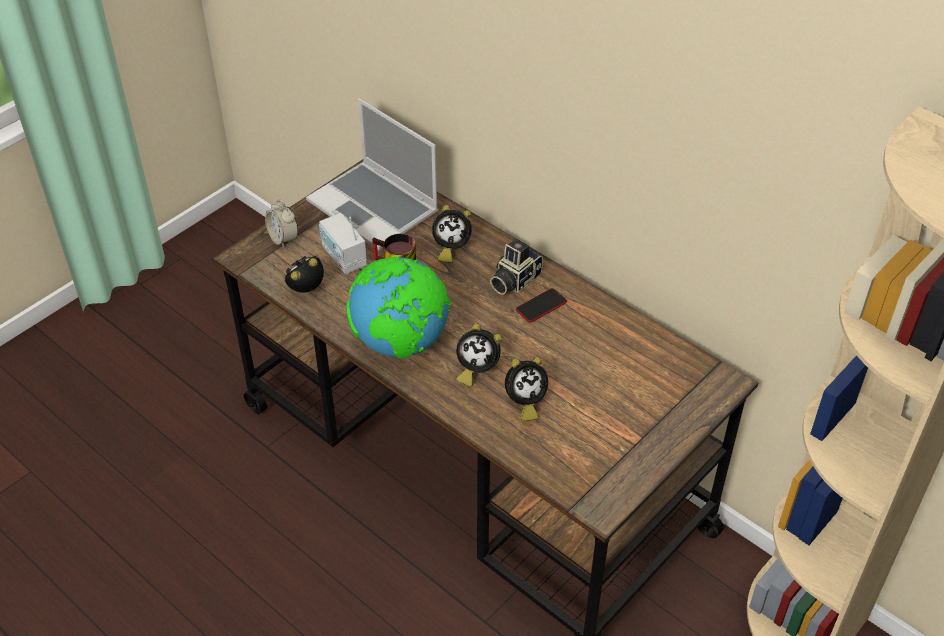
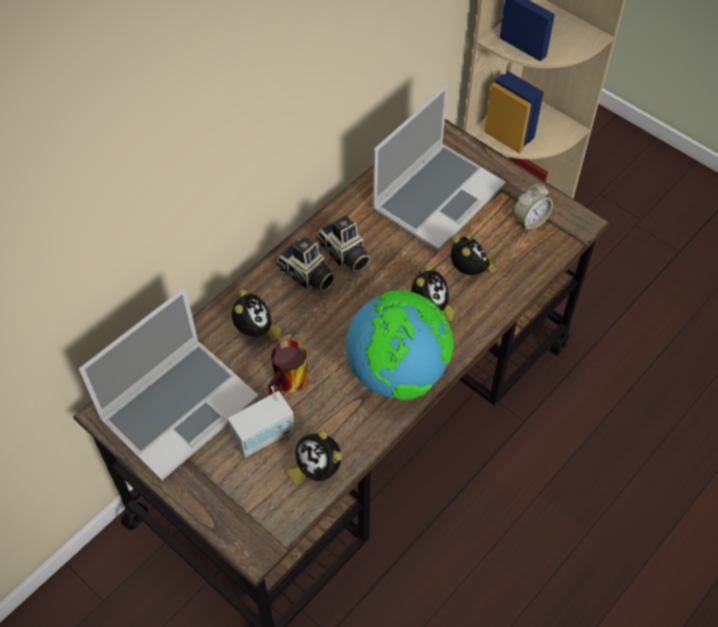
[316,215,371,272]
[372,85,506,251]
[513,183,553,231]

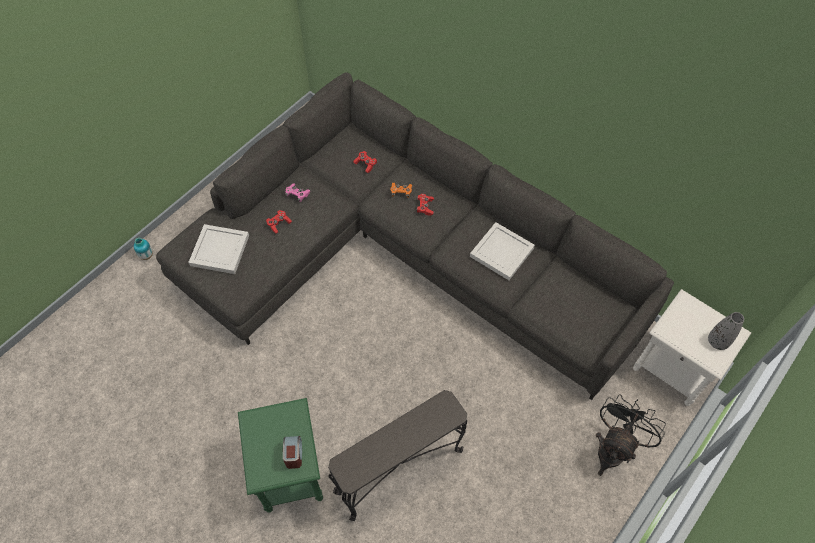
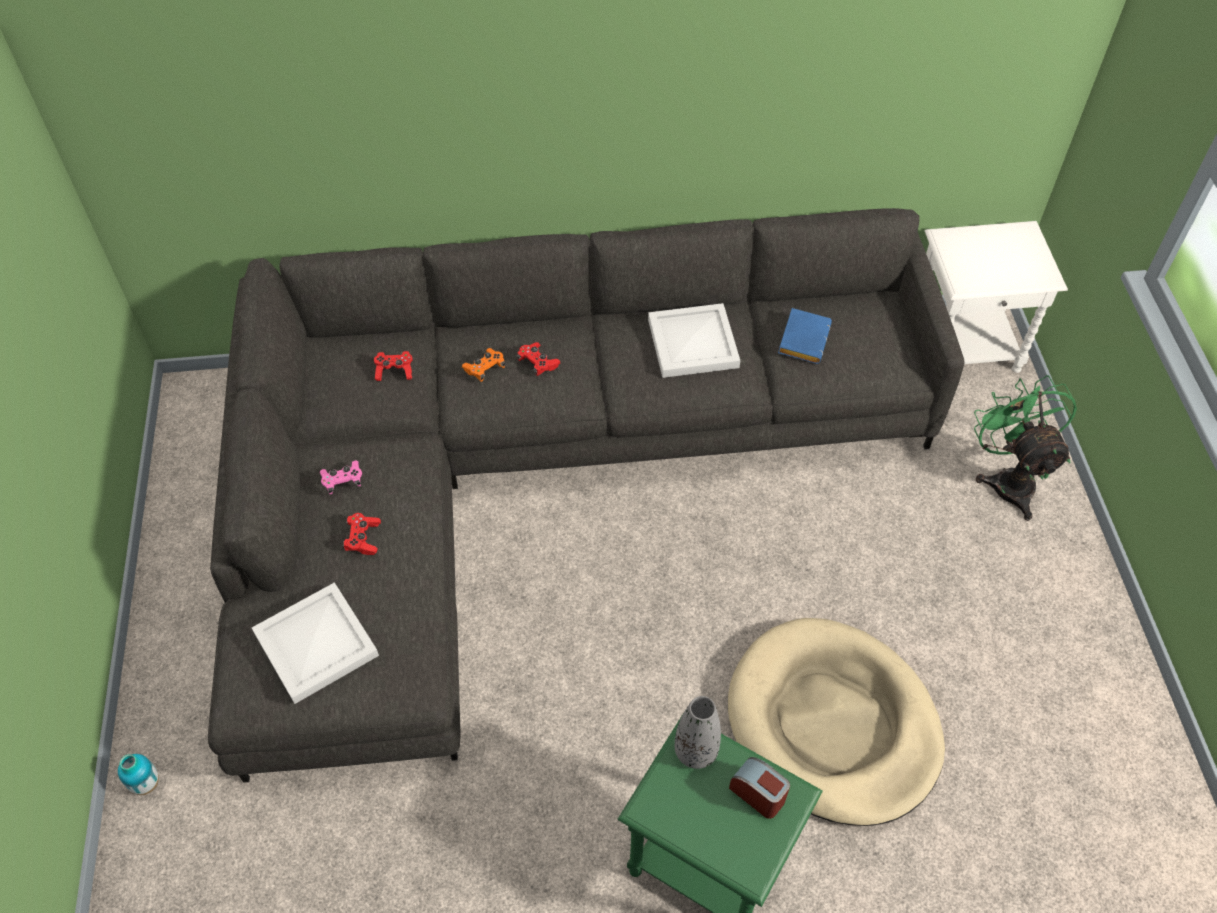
[675,696,721,769]
[728,618,945,826]
[778,308,832,364]
[974,375,1077,521]

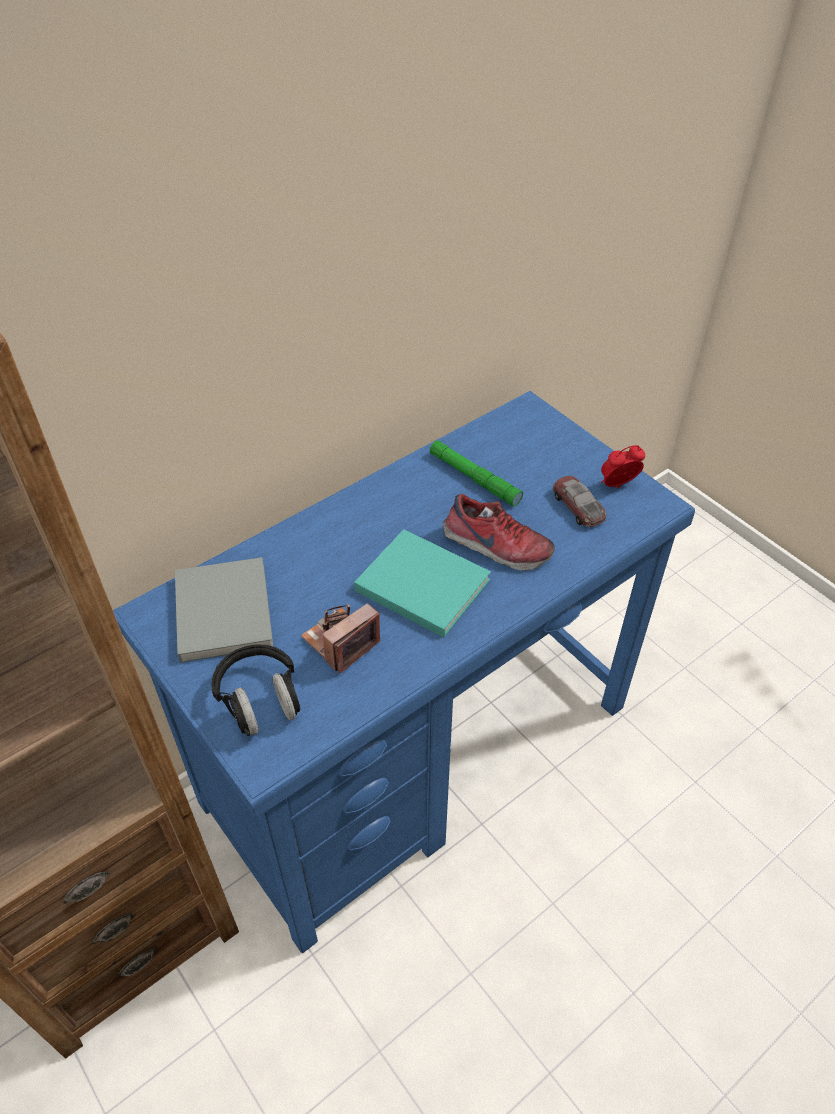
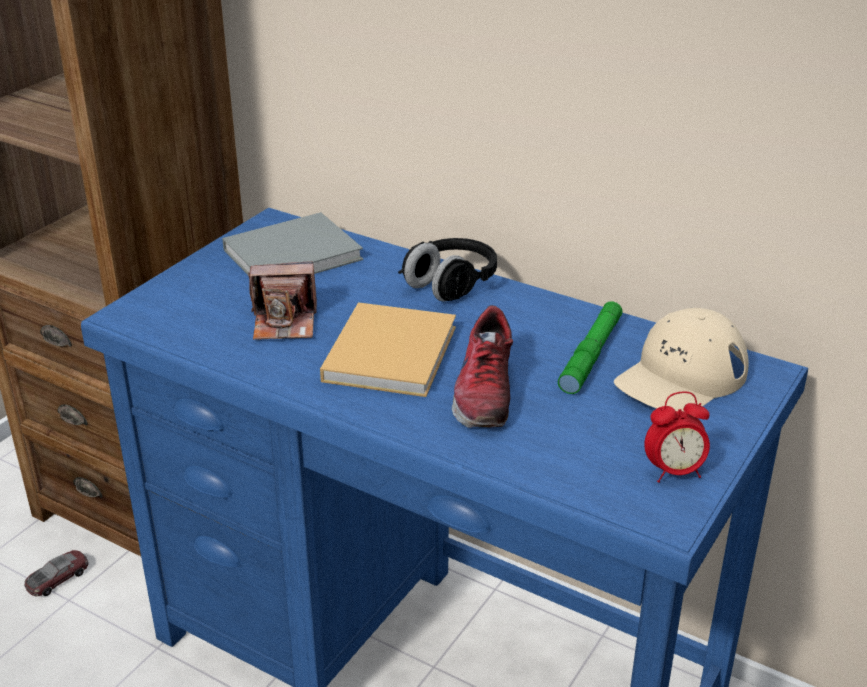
[24,550,89,597]
[248,261,317,340]
[320,302,456,397]
[398,238,497,302]
[614,307,749,412]
[644,392,710,483]

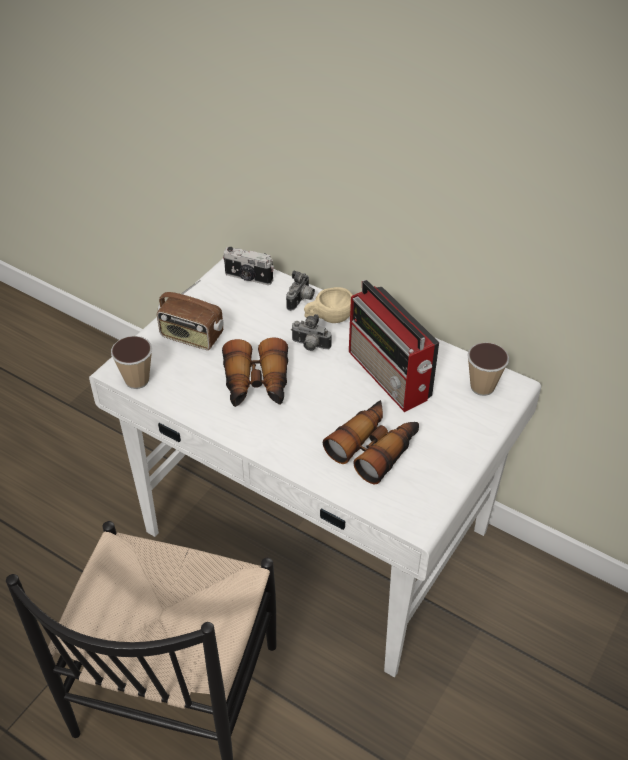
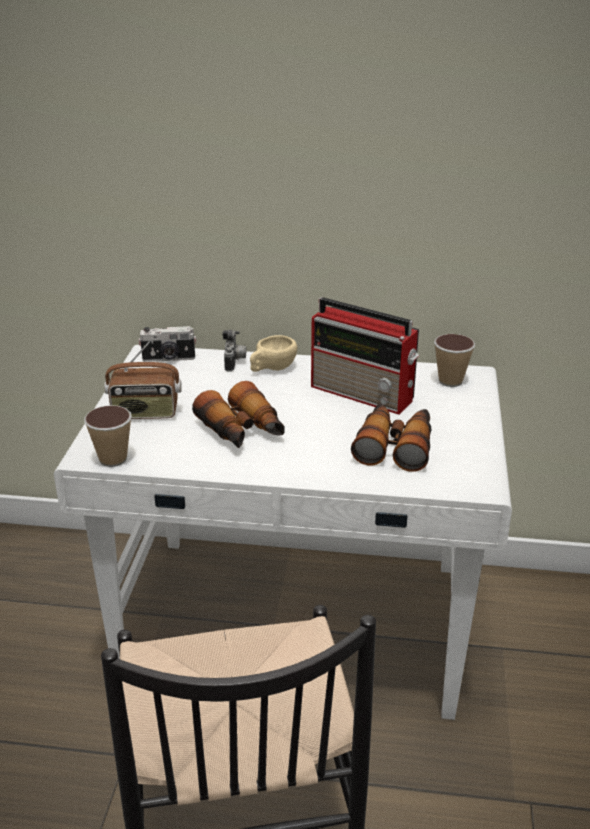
[291,314,332,351] (first image)

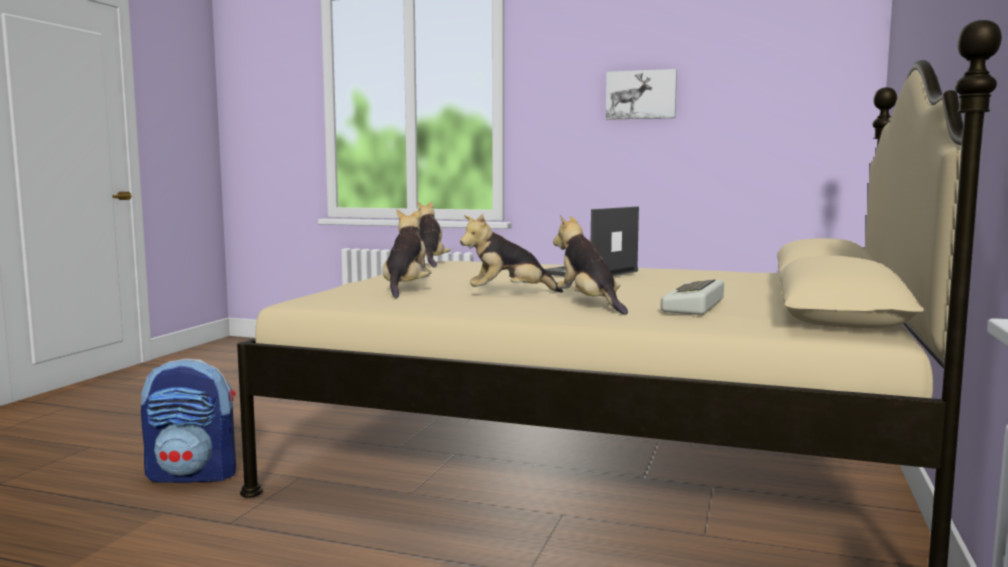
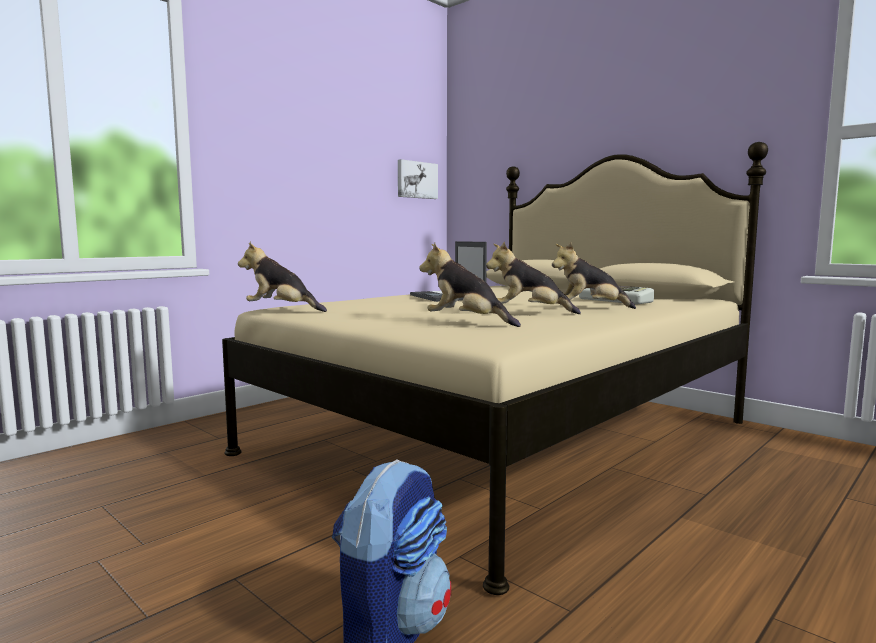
[398,159,438,199]
[486,242,581,314]

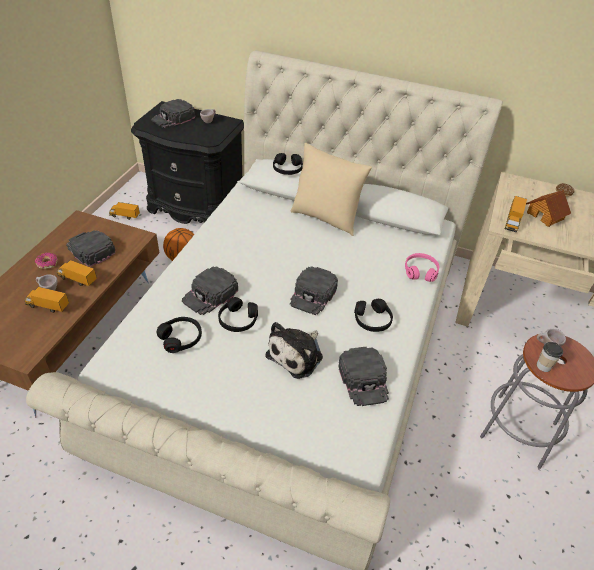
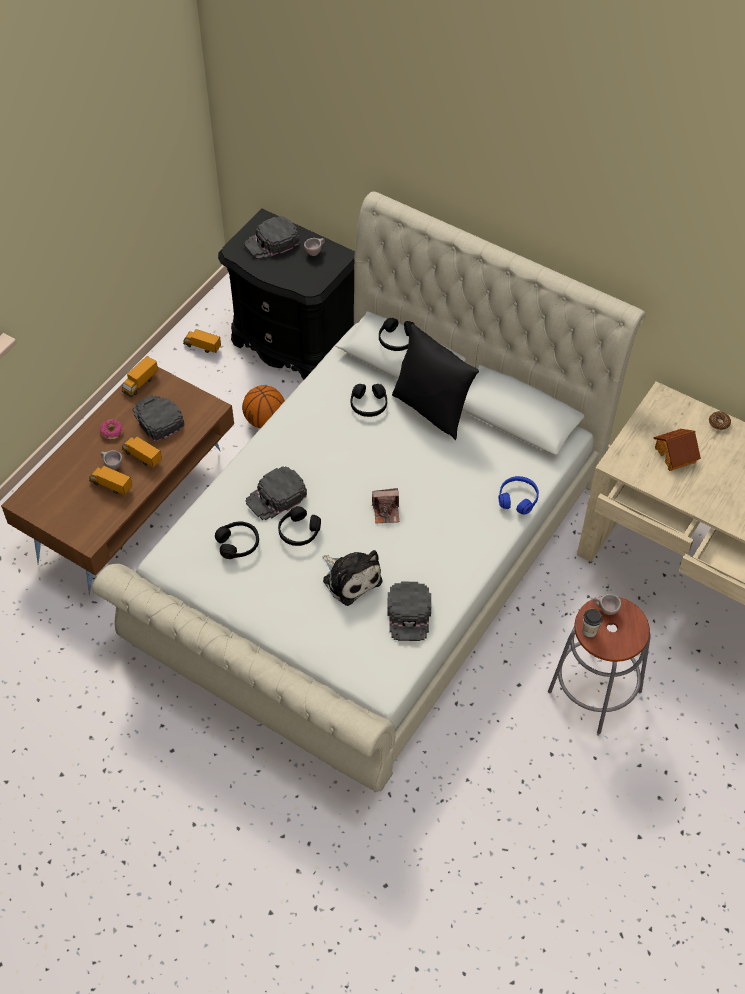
[122,356,158,397]
[322,550,383,606]
[351,384,387,417]
[372,488,399,524]
[392,324,479,440]
[499,476,539,514]

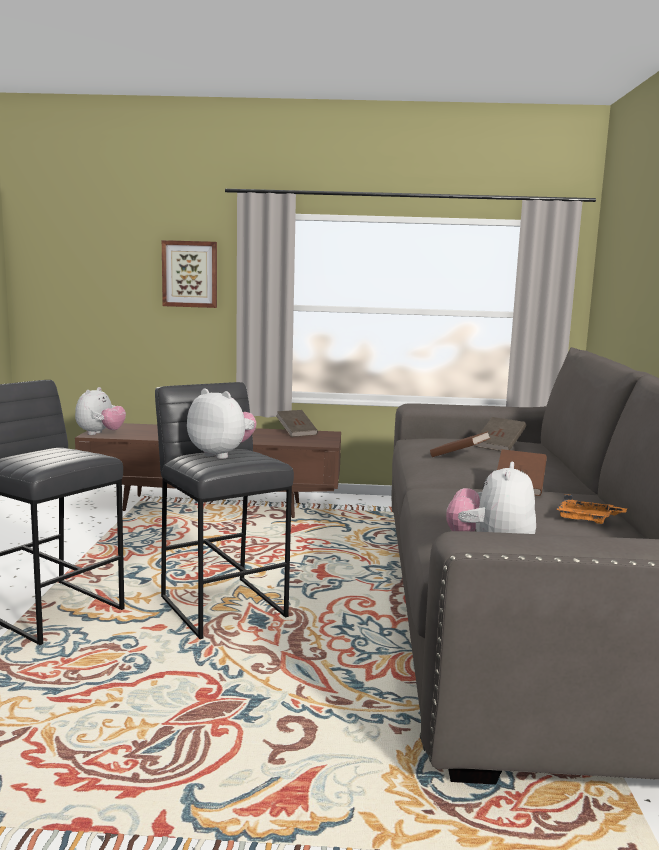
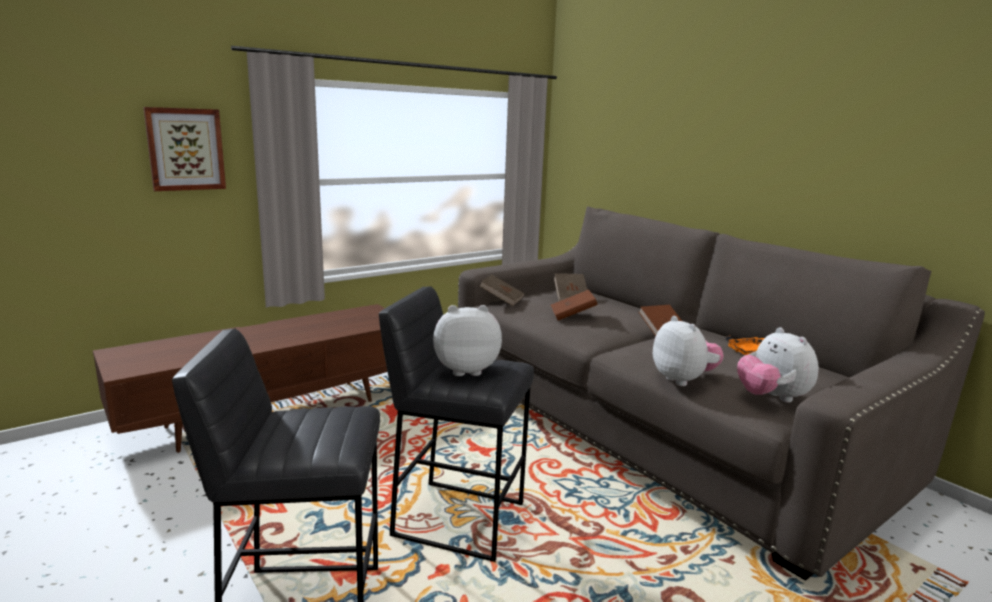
[480,275,524,306]
[653,316,724,386]

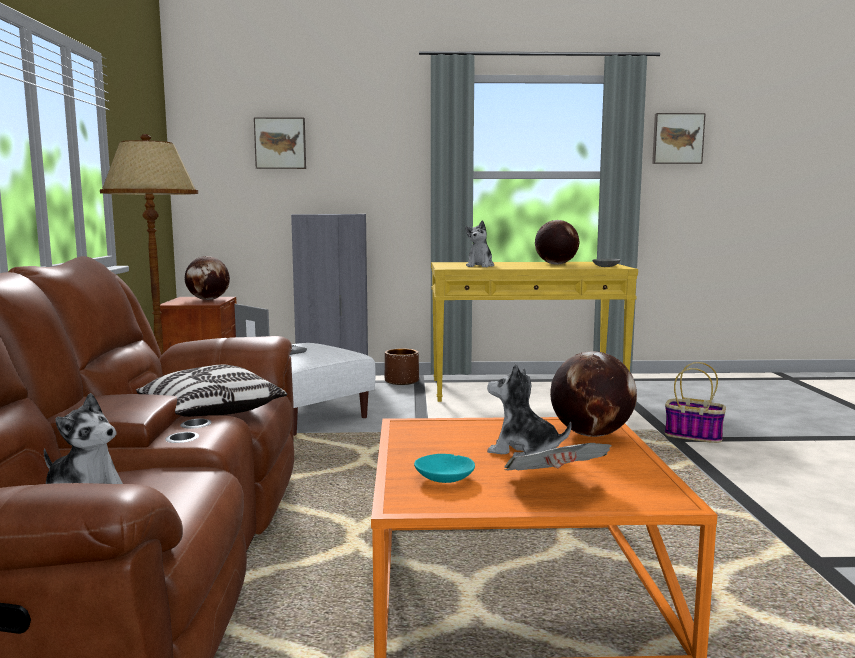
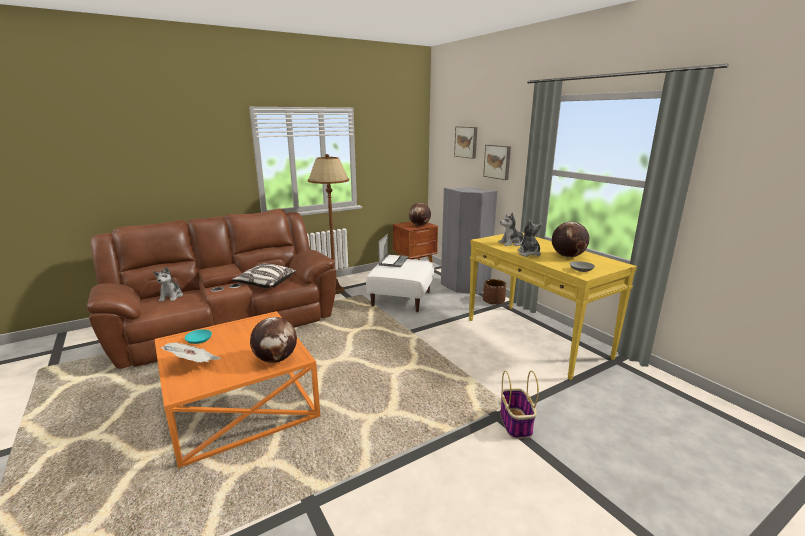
[483,145,511,180]
[518,219,542,257]

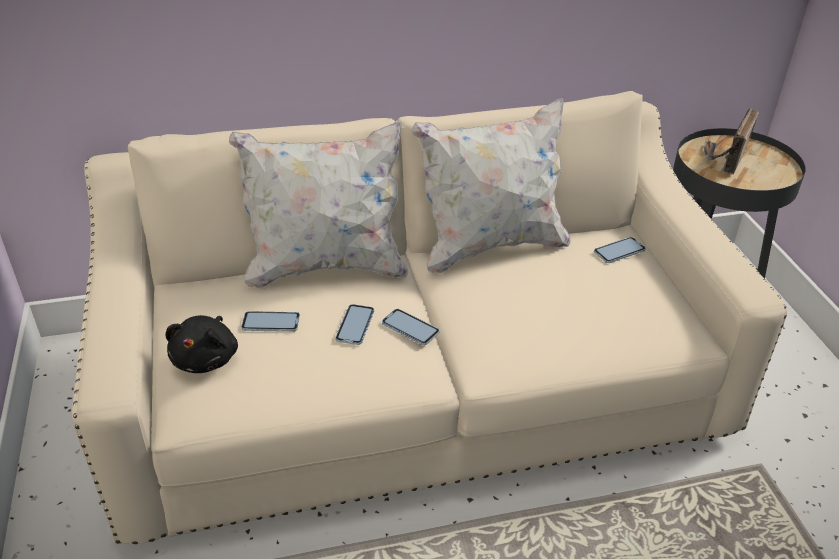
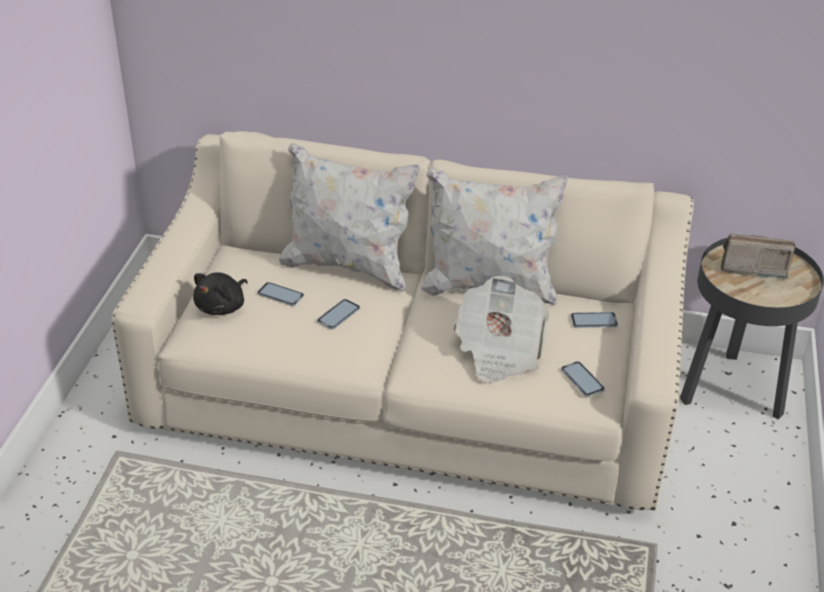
[454,276,549,383]
[561,361,605,397]
[720,234,795,279]

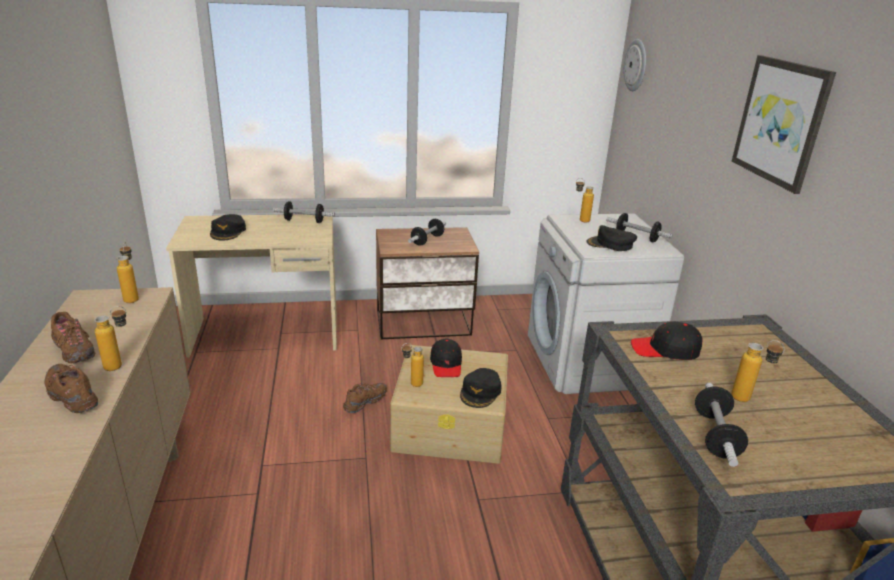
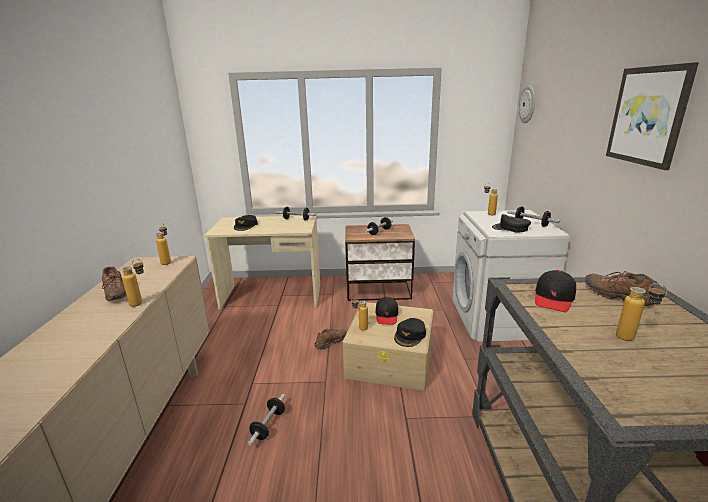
[248,394,285,446]
[535,270,576,312]
[585,271,654,306]

